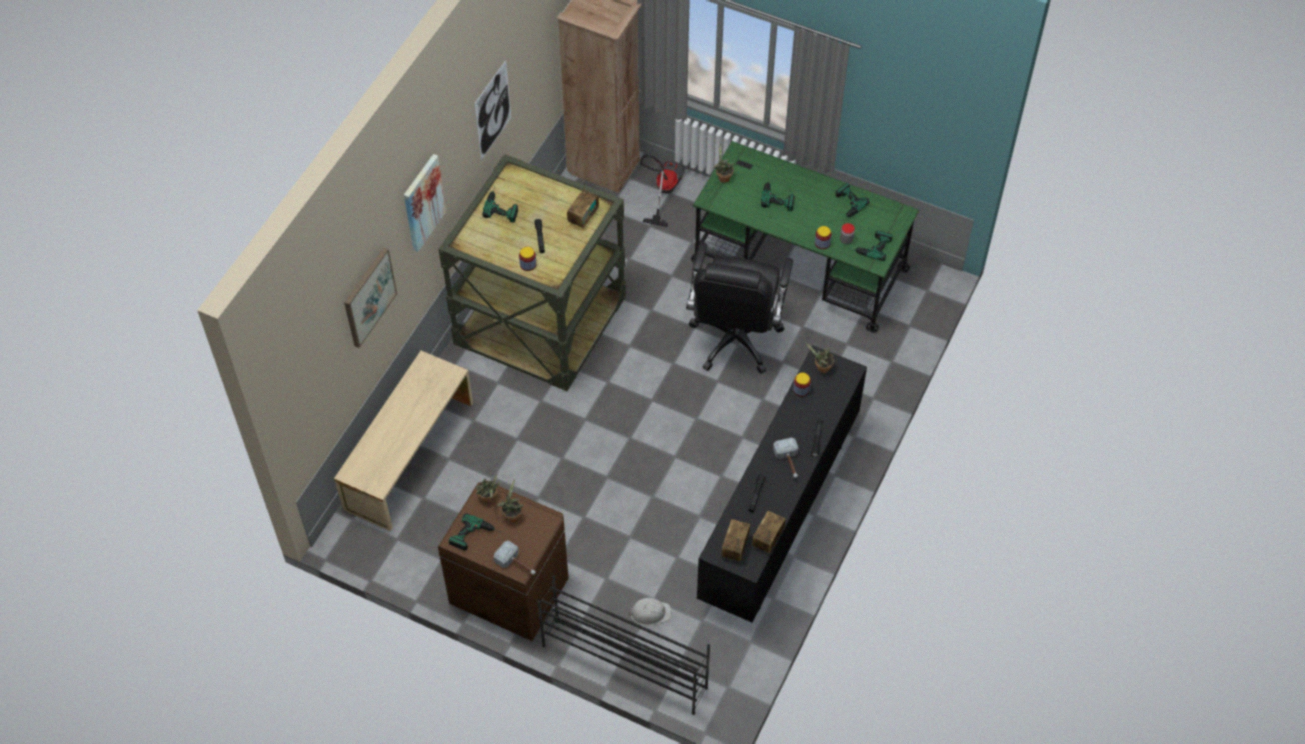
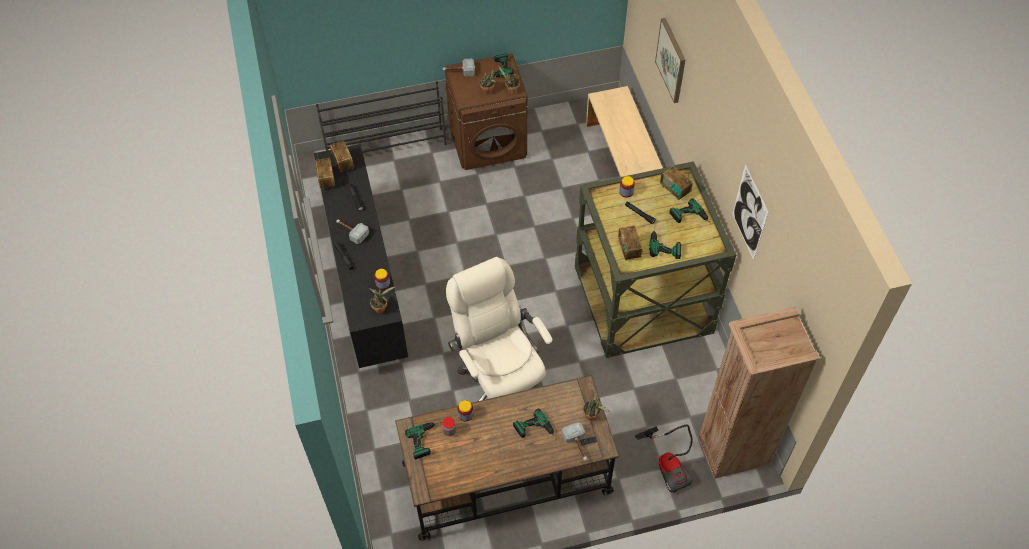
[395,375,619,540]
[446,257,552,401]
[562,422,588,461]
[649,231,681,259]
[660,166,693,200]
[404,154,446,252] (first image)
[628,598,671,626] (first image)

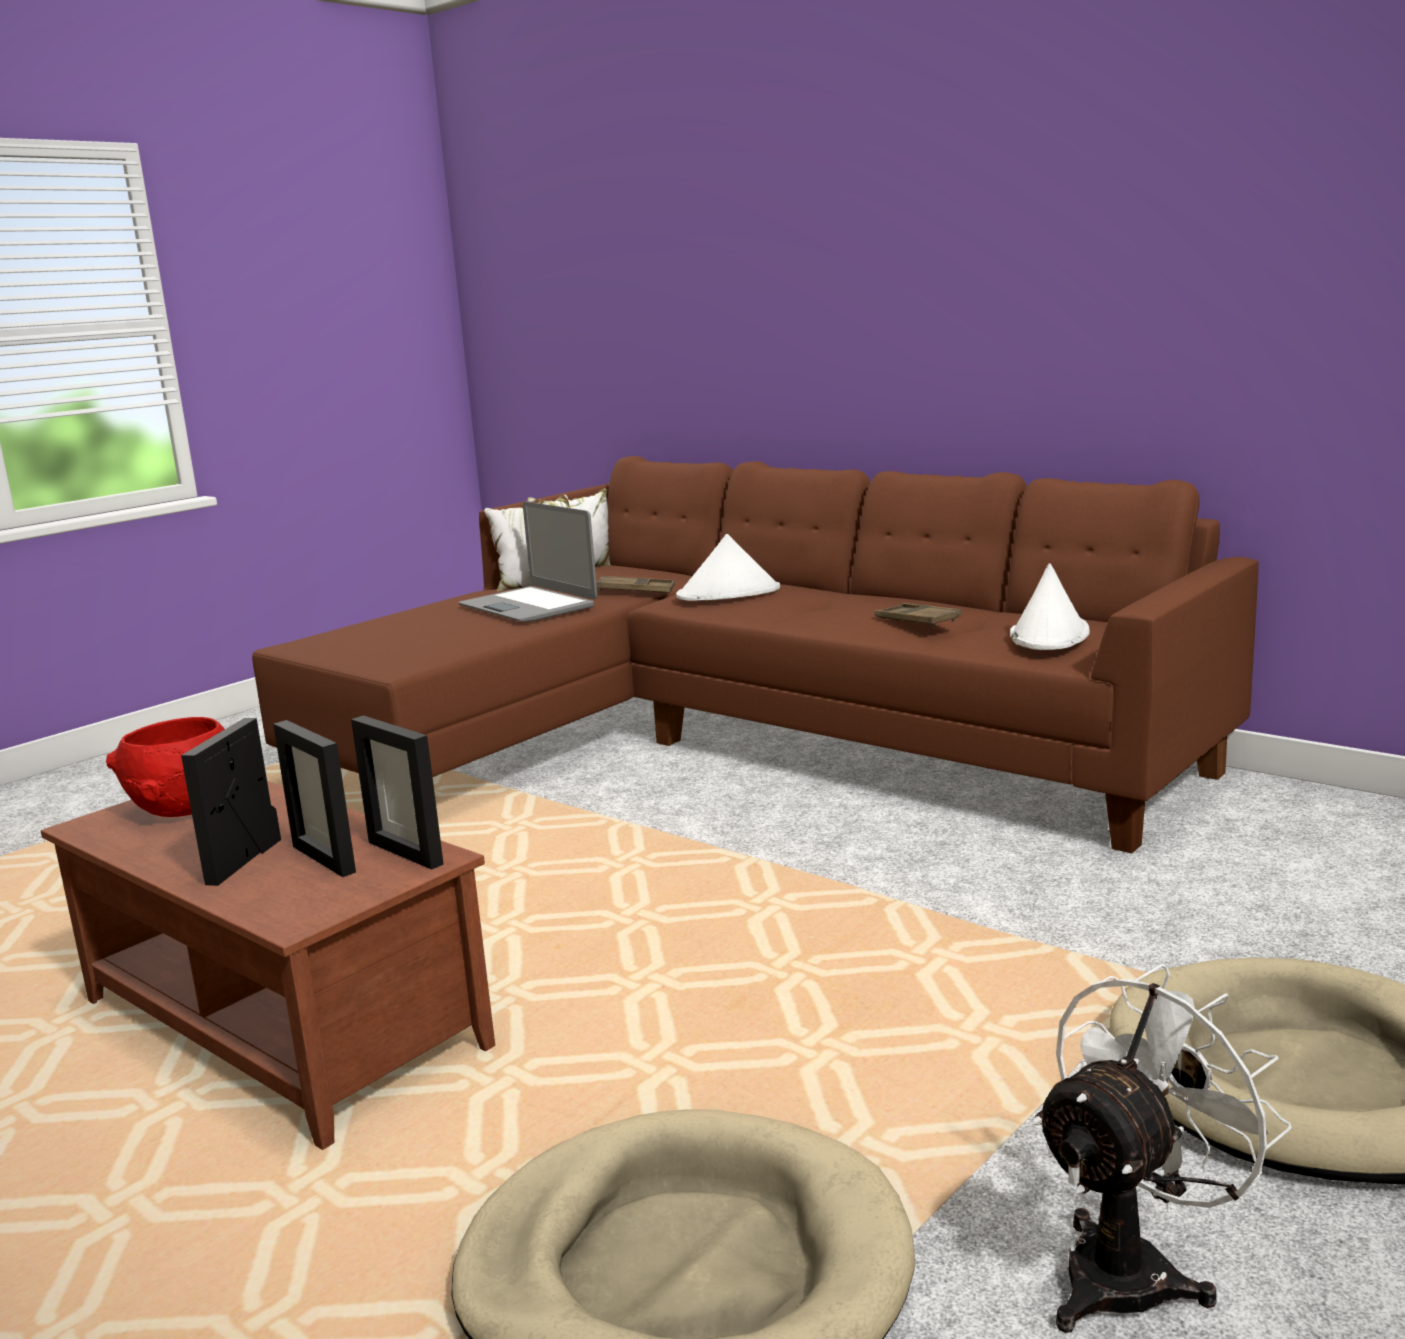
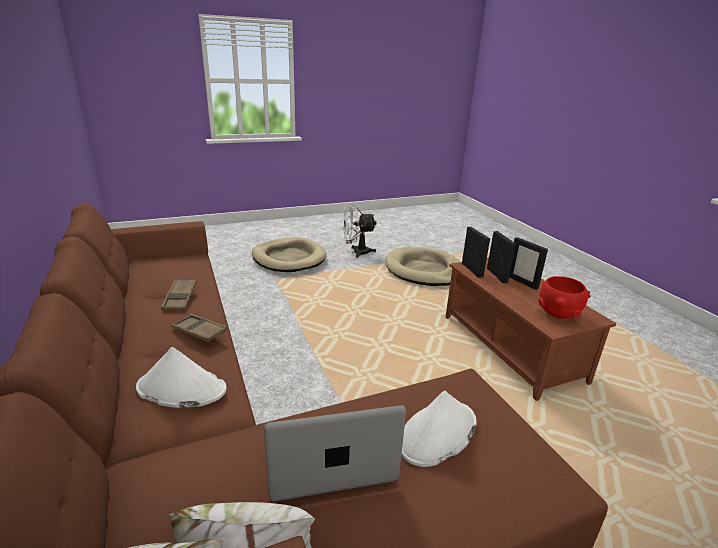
[171,314,227,342]
[264,405,406,501]
[401,391,477,467]
[509,237,548,290]

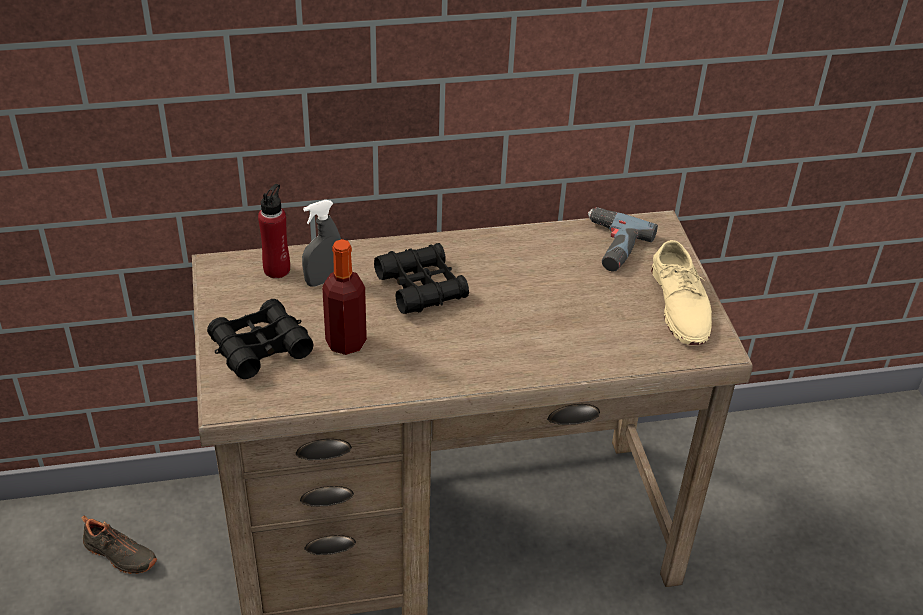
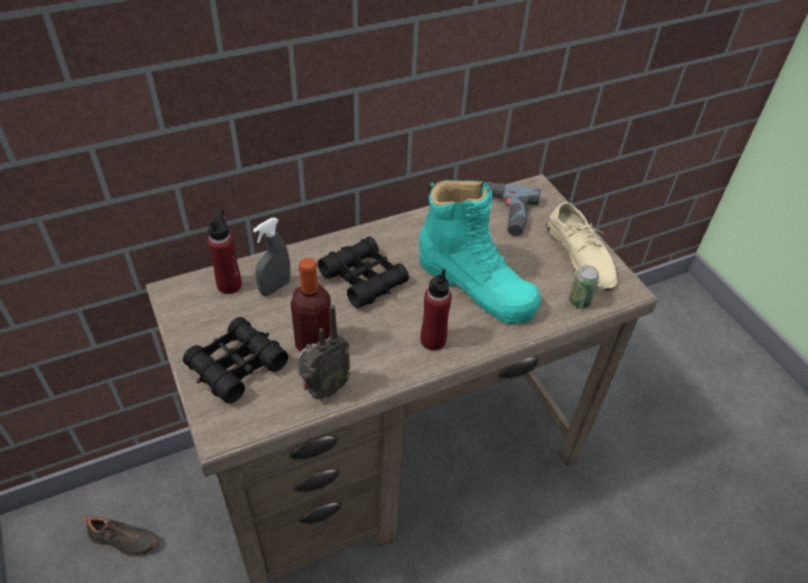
[297,305,351,399]
[419,180,541,325]
[421,269,452,350]
[569,266,599,309]

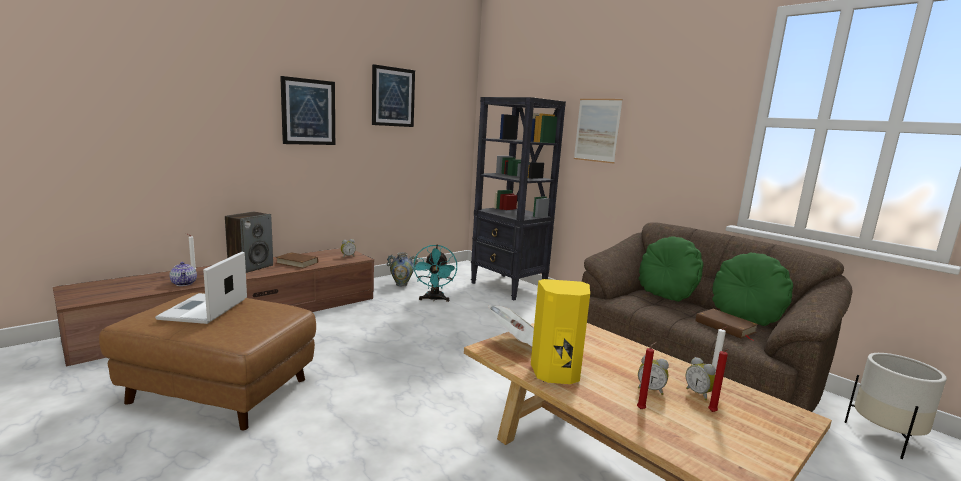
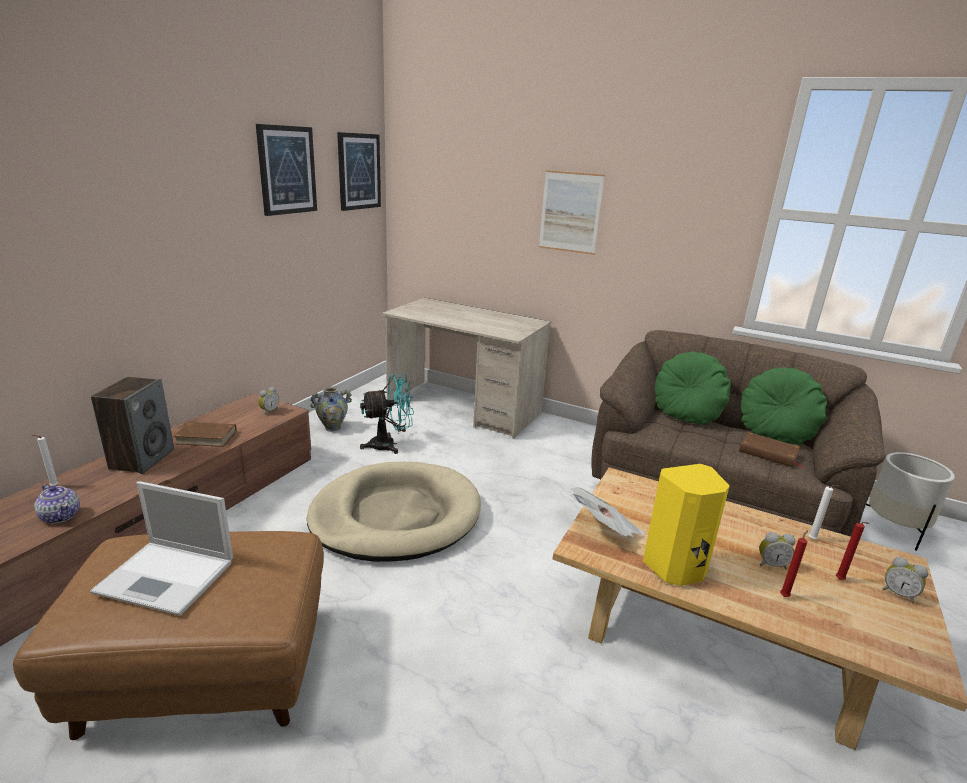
[90,481,233,616]
[307,462,481,562]
[337,132,381,211]
[360,374,414,454]
[382,298,551,439]
[882,557,928,604]

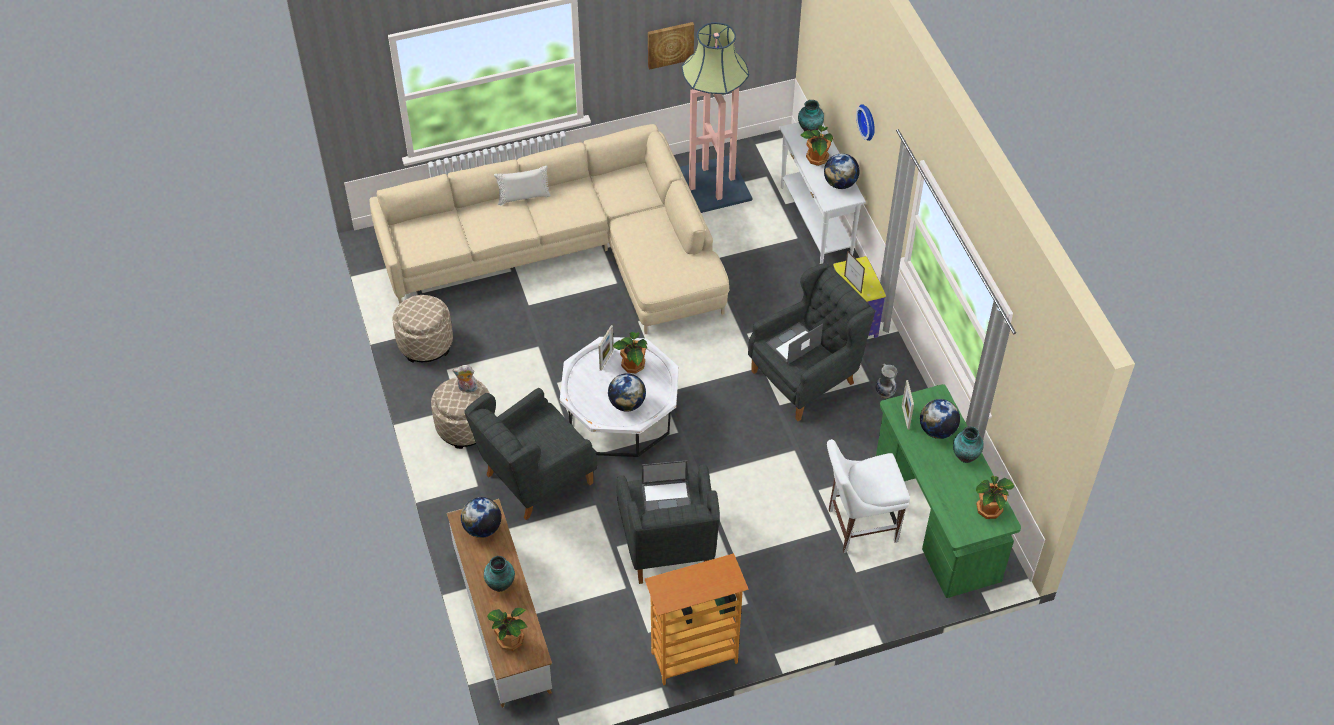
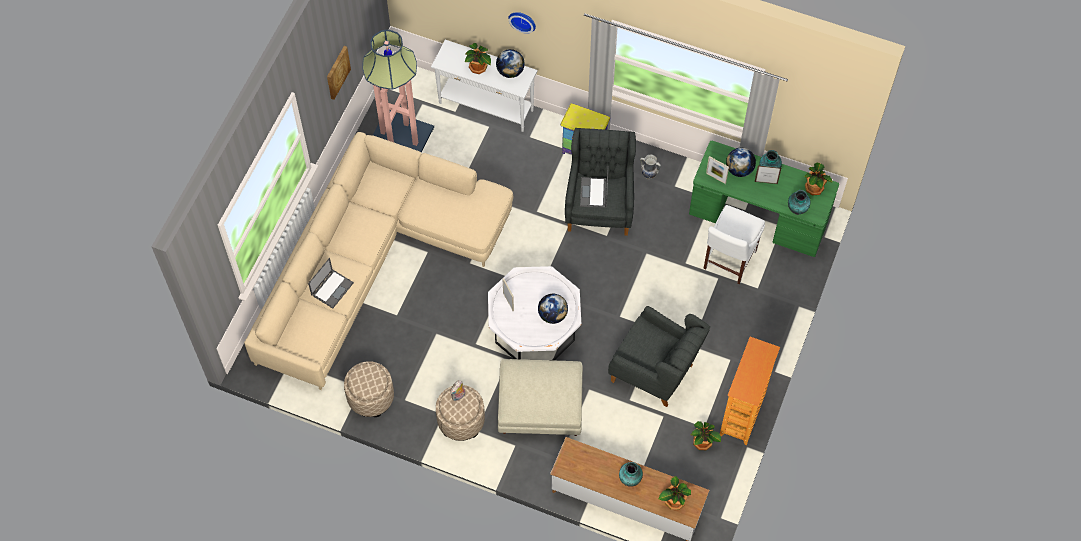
[308,258,354,309]
[498,359,583,436]
[691,421,721,450]
[755,166,781,184]
[788,190,810,215]
[461,497,501,538] (first image)
[494,166,551,206] (first image)

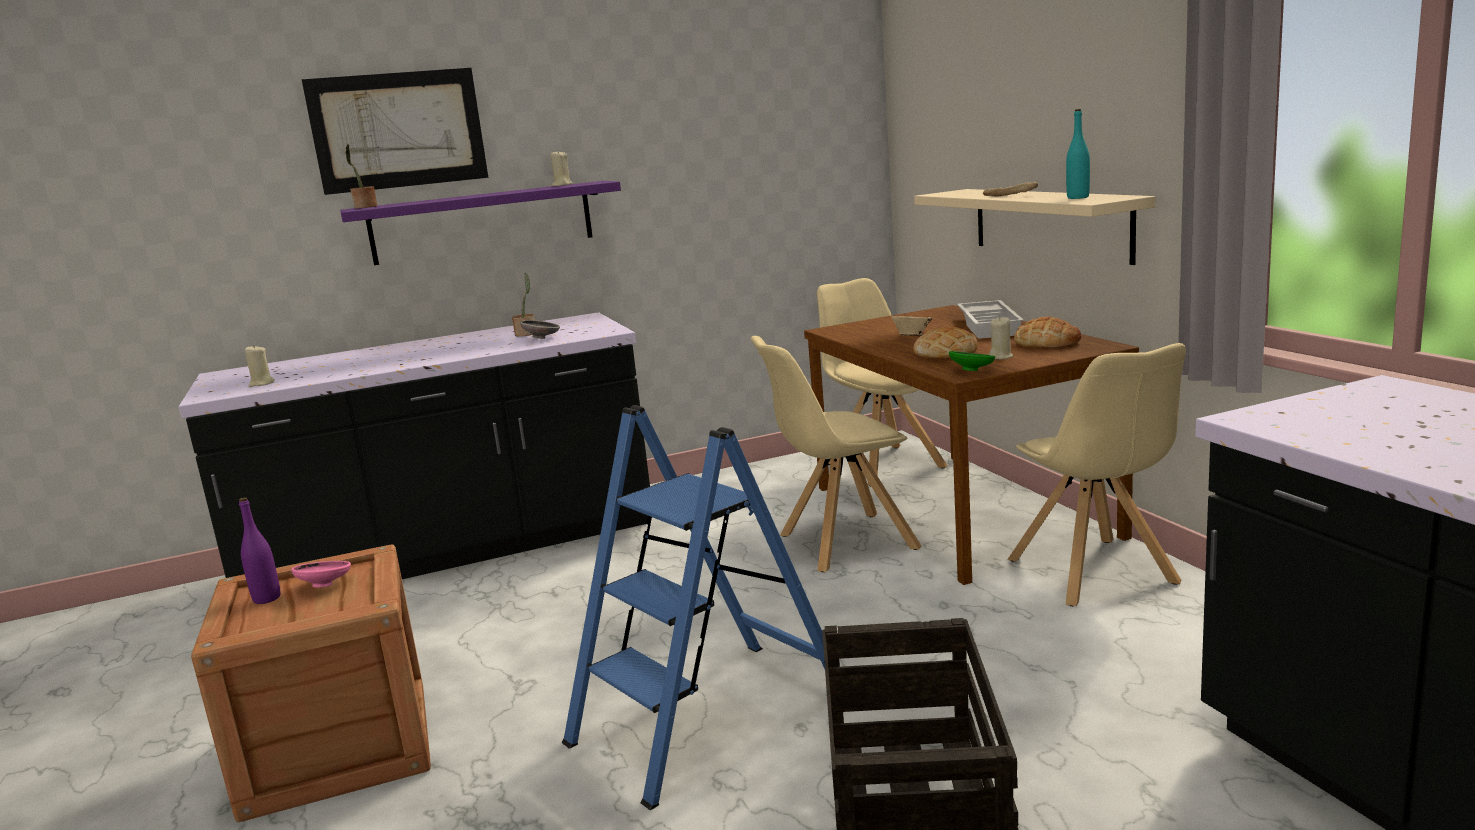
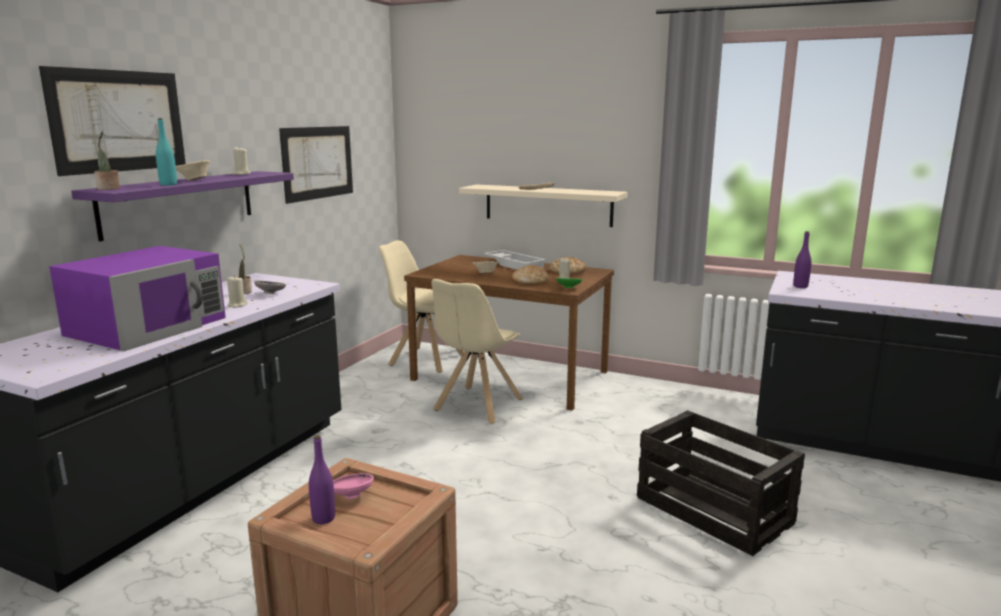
[49,246,226,351]
[156,118,177,186]
[176,160,210,181]
[227,275,248,308]
[279,126,353,204]
[793,231,811,288]
[562,405,825,810] (first image)
[1007,343,1186,606] (first image)

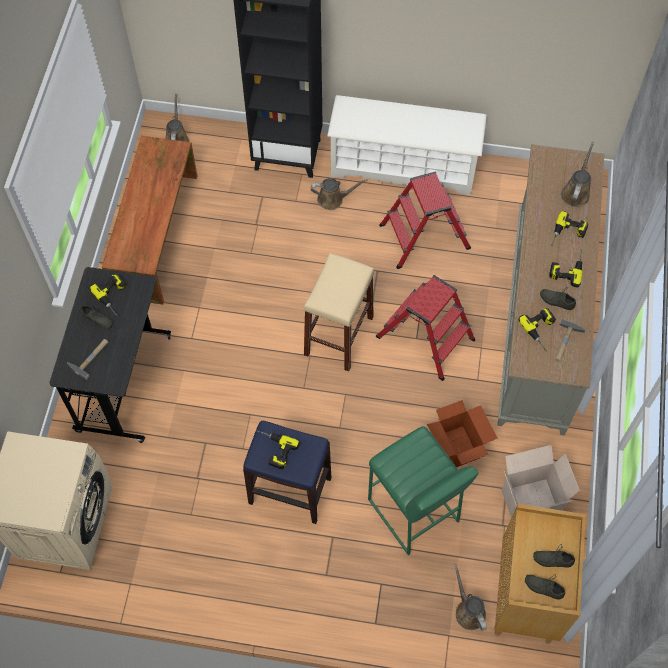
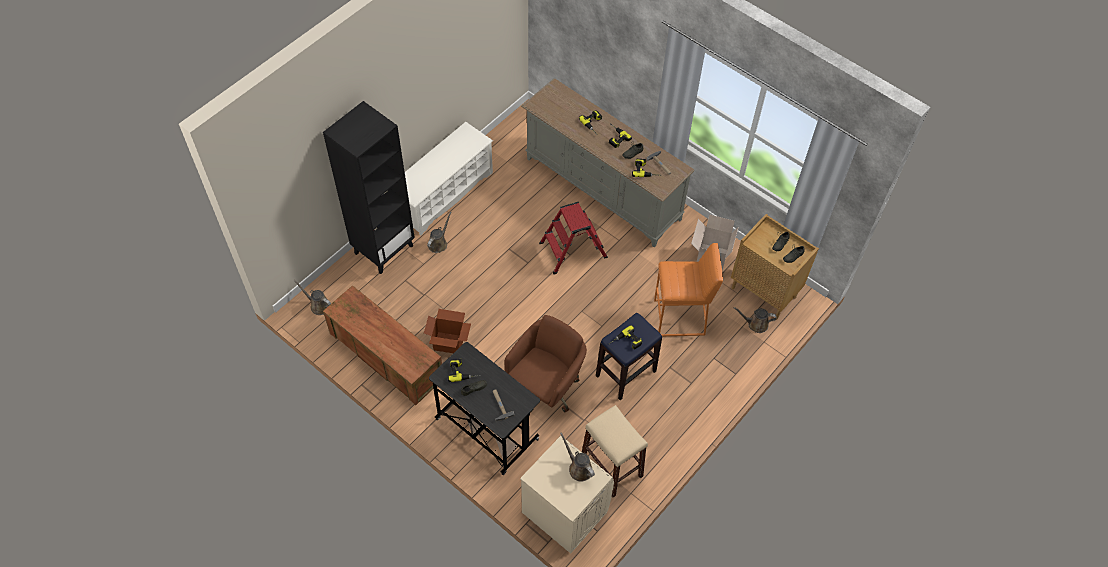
[424,309,471,353]
[505,315,587,412]
[560,432,595,482]
[582,405,648,497]
[654,243,723,336]
[379,171,471,269] (first image)

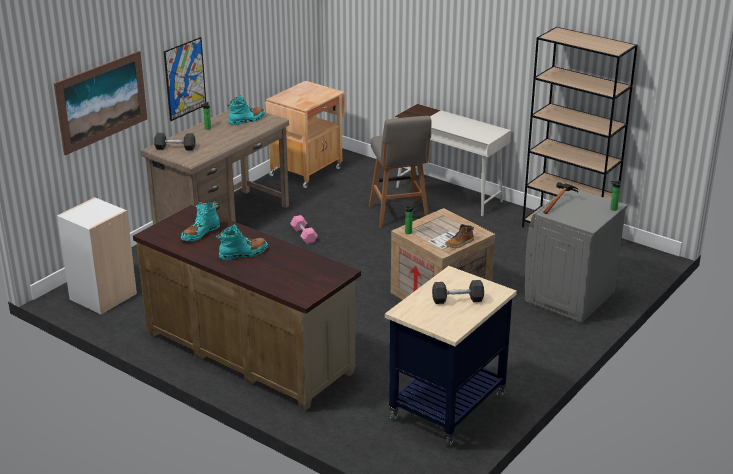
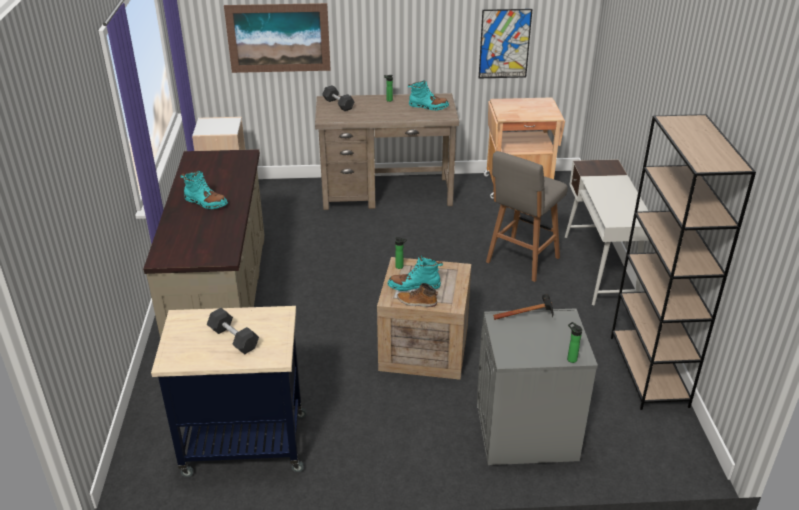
[387,255,443,291]
[479,9,533,78]
[290,215,318,244] (first image)

